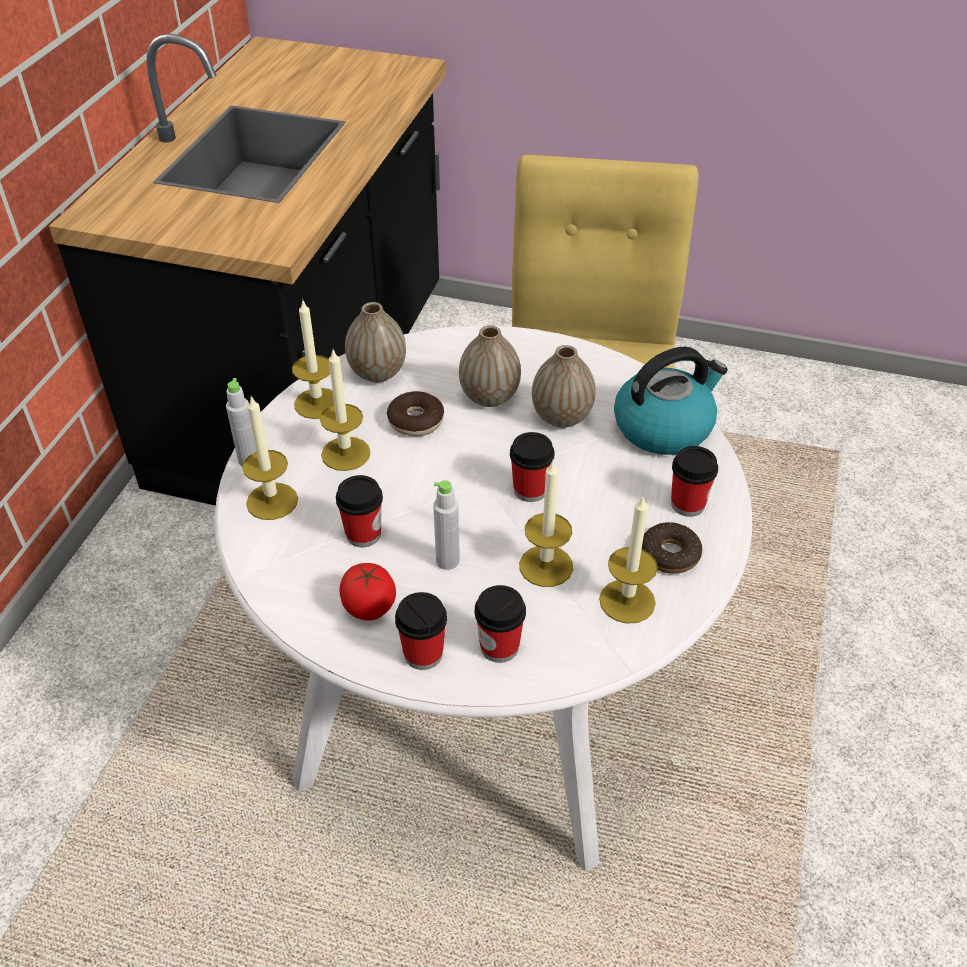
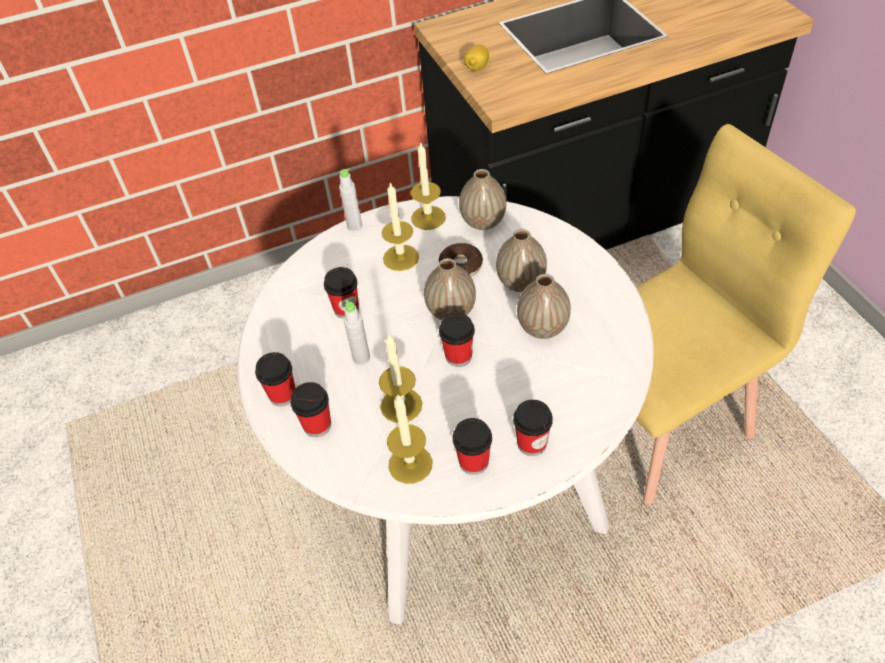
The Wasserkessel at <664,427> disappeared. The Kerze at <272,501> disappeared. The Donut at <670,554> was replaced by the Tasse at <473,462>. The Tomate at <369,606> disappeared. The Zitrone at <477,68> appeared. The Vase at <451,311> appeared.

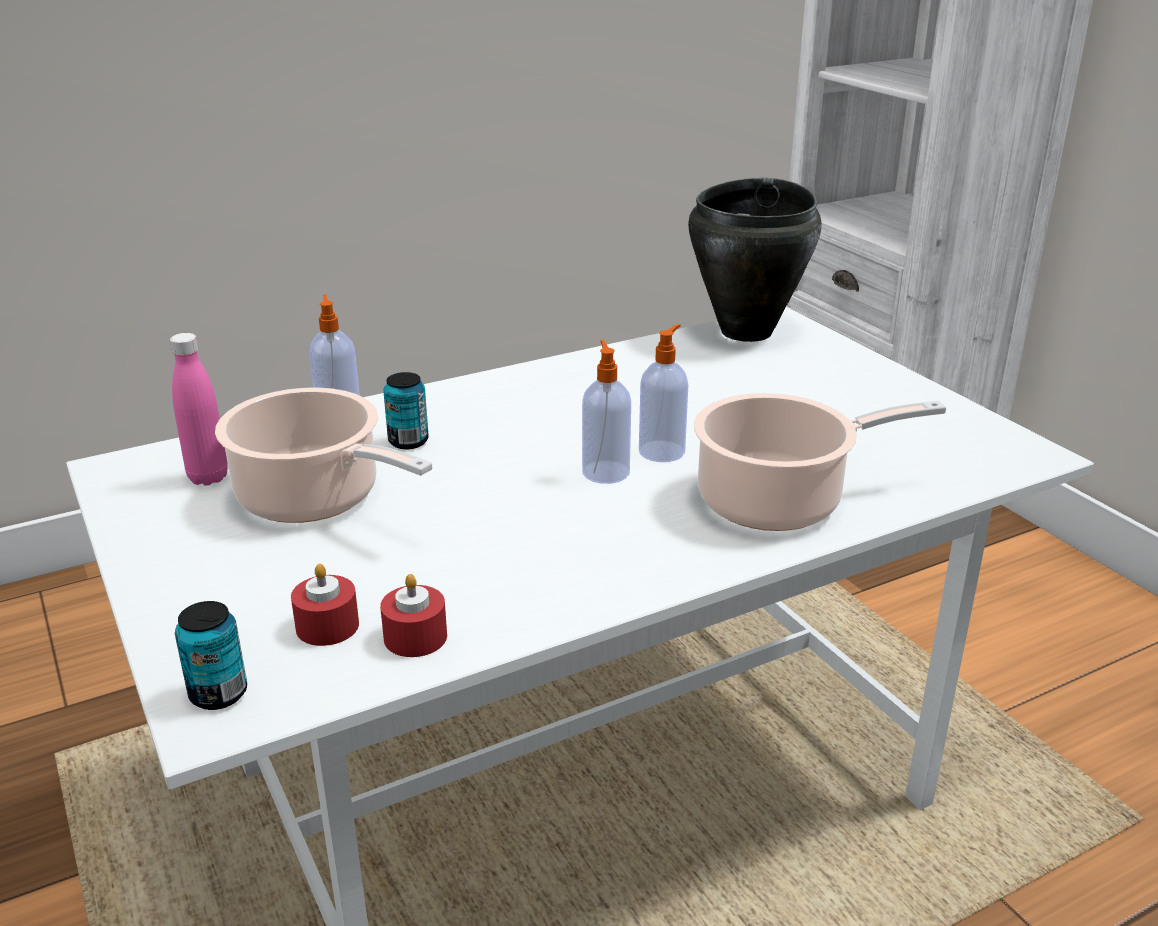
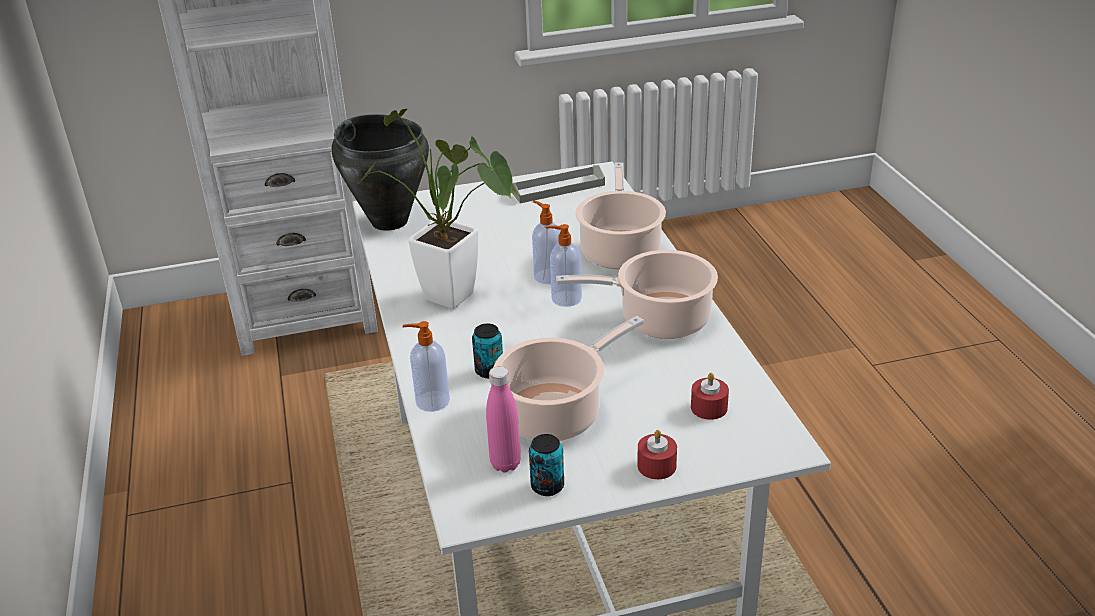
The Kerze [rot] moved from <415,637> to <656,466>. The Dose moved from <218,694> to <547,486>. The Topfpflanze at <458,300> appeared. The Tablett [grau] at <557,188> appeared. The Kochtopf at <659,319> appeared.

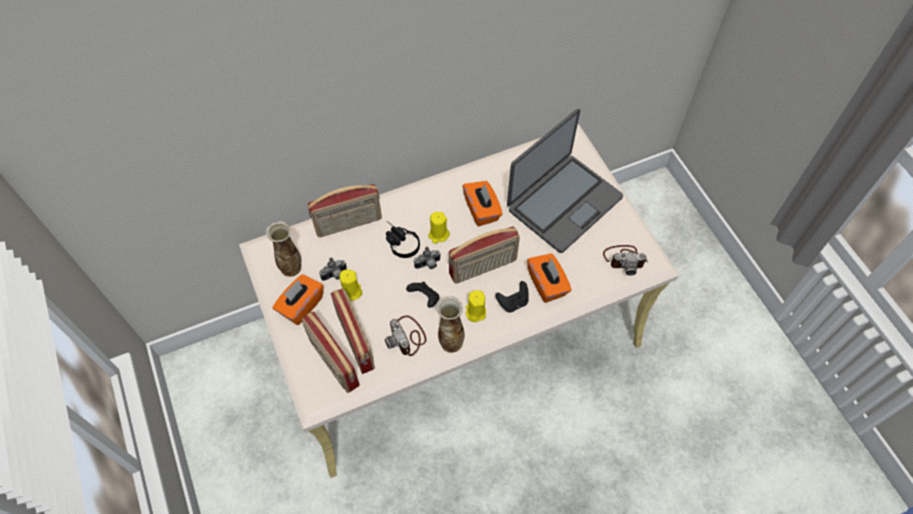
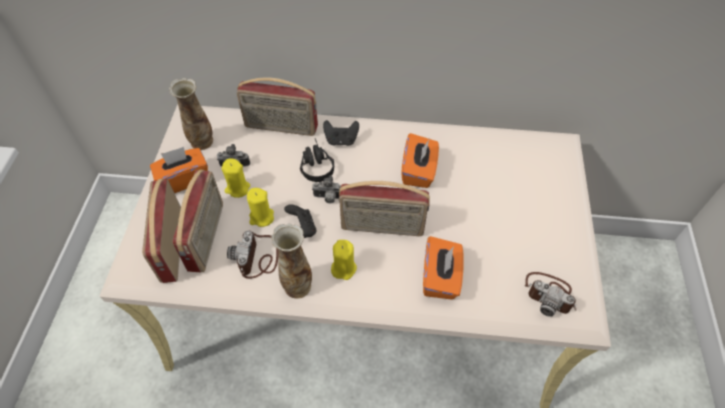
The Laptop at <563,203> disappeared. The Kerze [gelb] moved from <438,235> to <261,217>. The Gamepad [schwarz] moved from <513,302> to <341,140>.

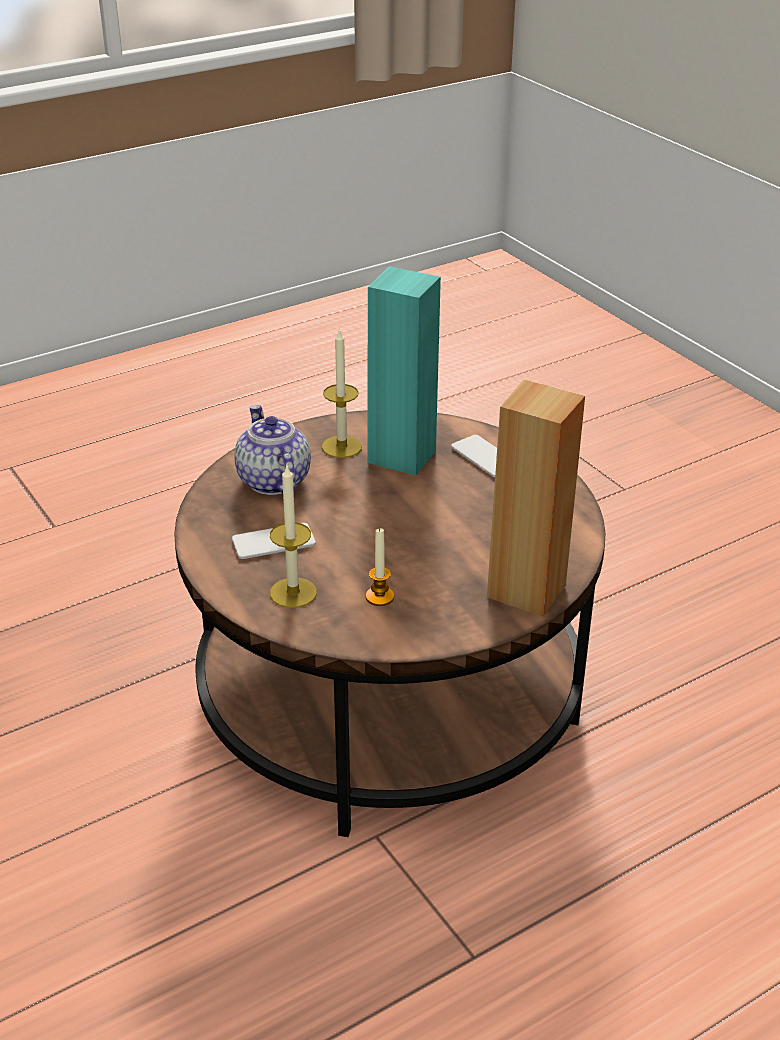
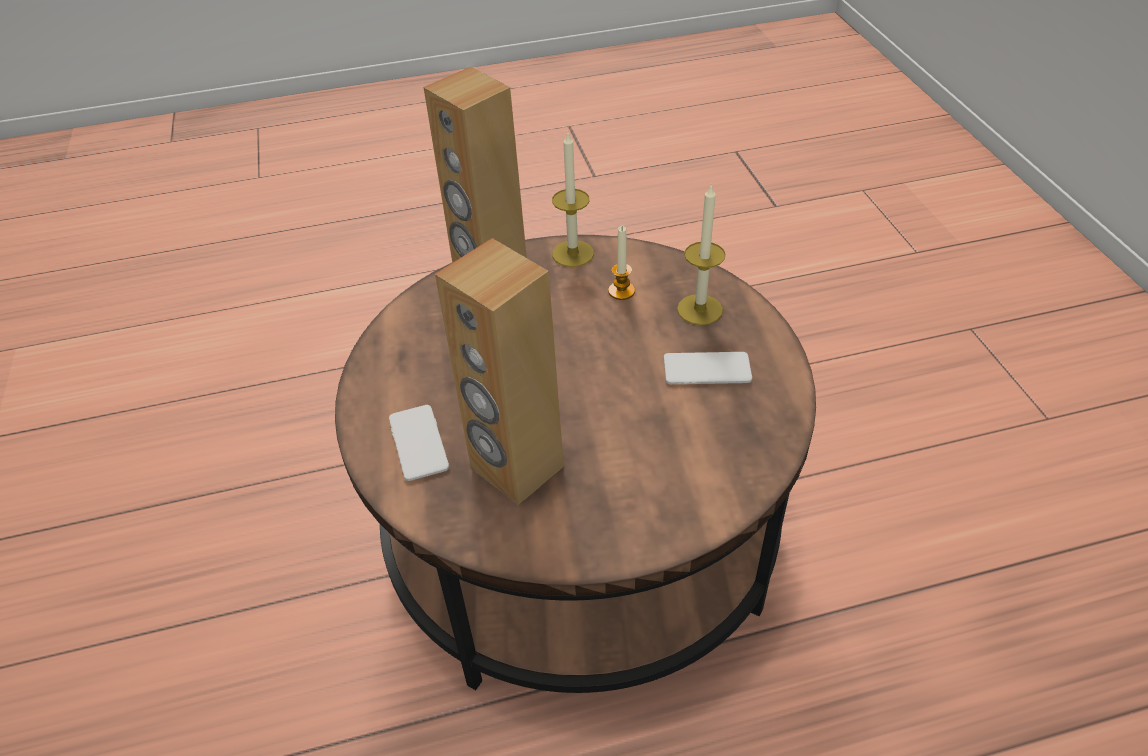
The Lautsprecher [türkis] at <402,456> became the Lautsprecher [braun] at <516,468>. The Kerze moved from <342,447> to <573,253>. The Teekanne at <272,481> disappeared.

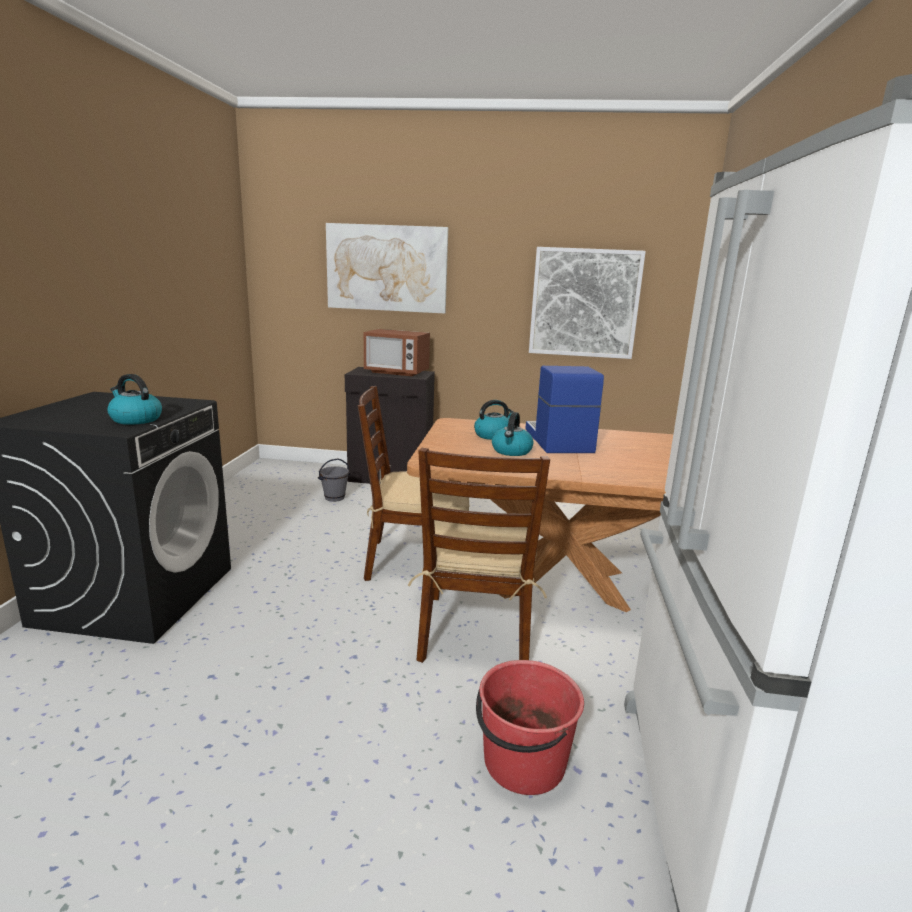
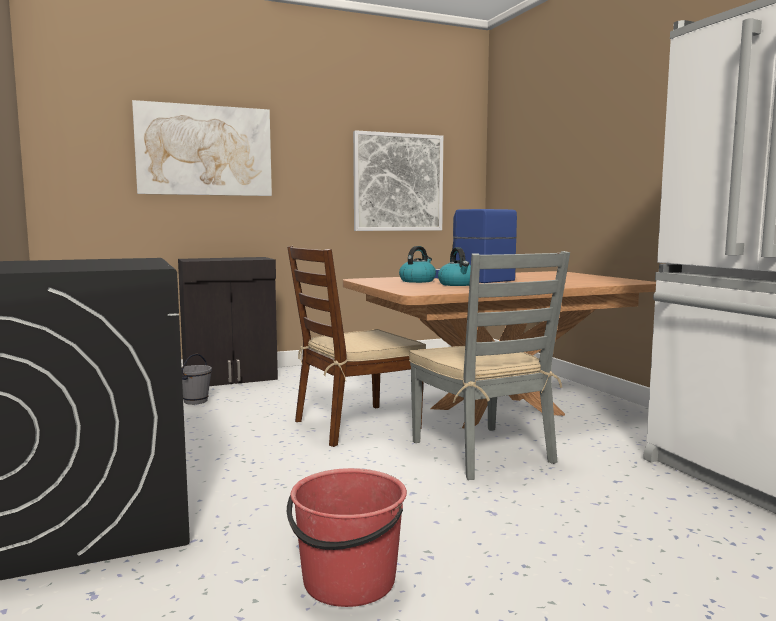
The Mikrowelle at <396,372> disappeared. The Wasserkessel at <135,419> disappeared. The Stuhl [braun] at <476,632> became the Stuhl [grau] at <482,452>. The Eimer [rot] moved from <523,763> to <348,582>.

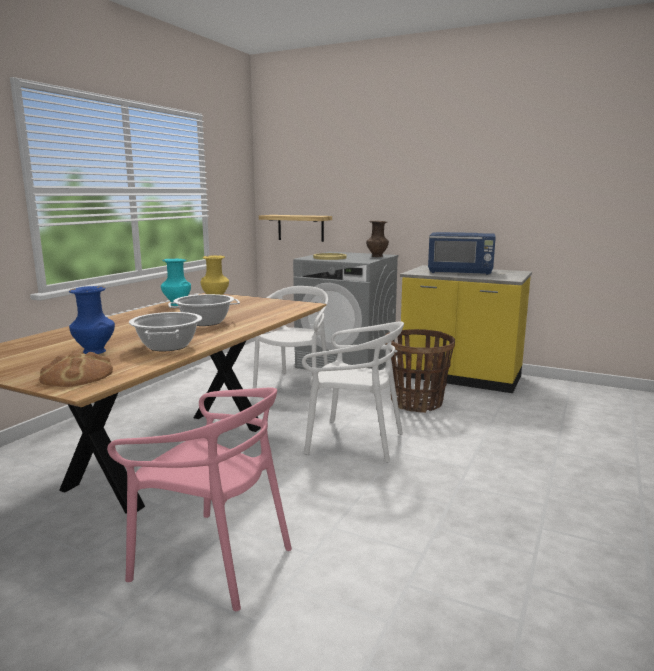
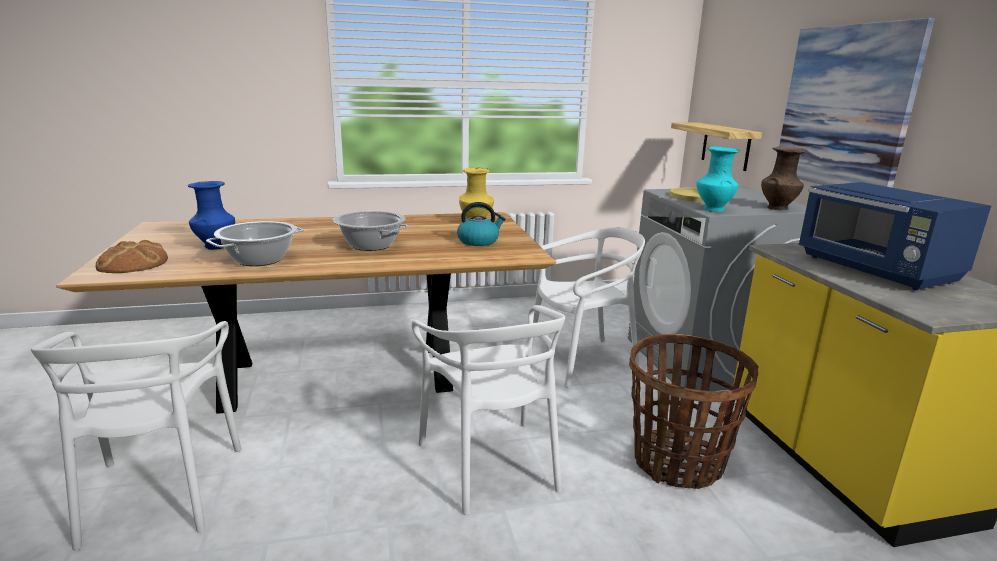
The Vase [türkis] moved from <176,304> to <713,209>. The Stuhl [rosa] at <213,560> became the Stuhl [weiß] at <160,492>. The Bild at <844,108> appeared. The Wasserkessel at <479,241> appeared.

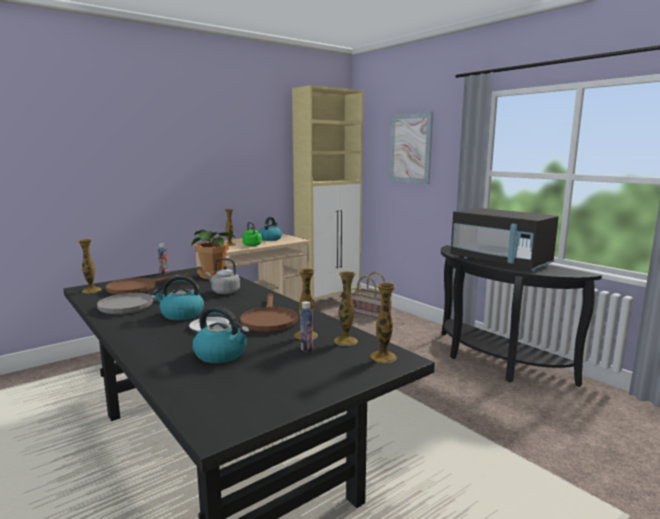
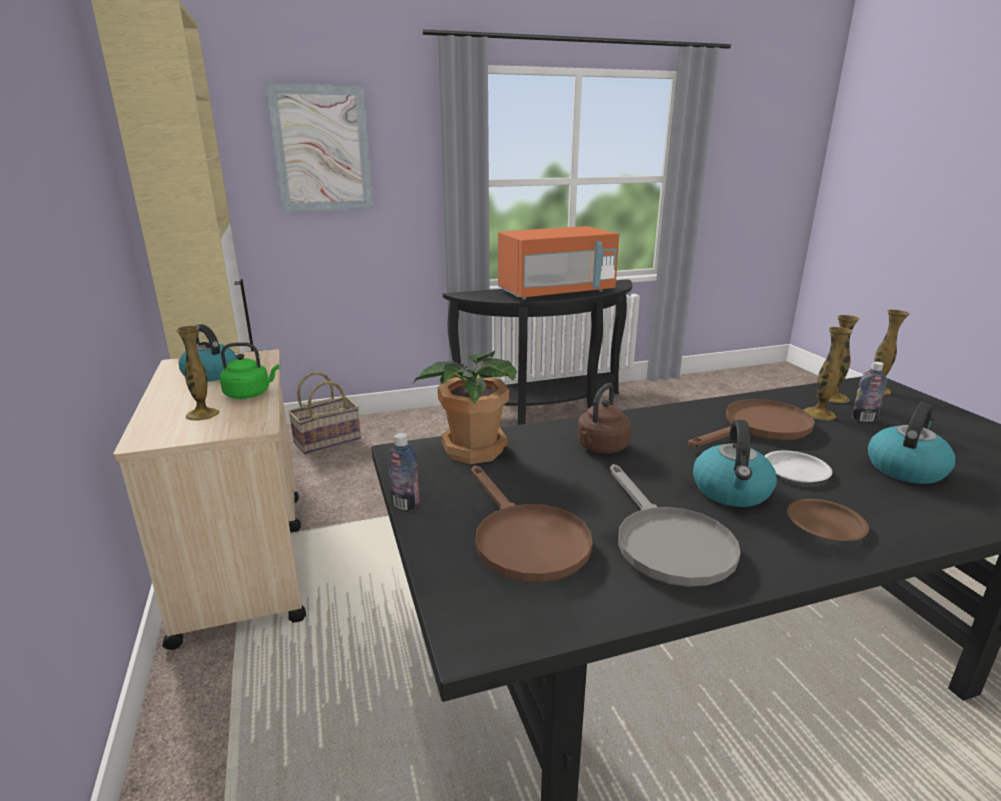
The Mikrowelle [schwarz] at <500,262> became the Mikrowelle [orange] at <556,293>. The Vase at <91,290> disappeared. The Wasserkessel [grau] at <224,292> became the Wasserkessel [braun] at <601,448>. The Pfanne [braun] at <268,320> turned 45 degrees counterclockwise. The Teller [braun] at <826,525> appeared.

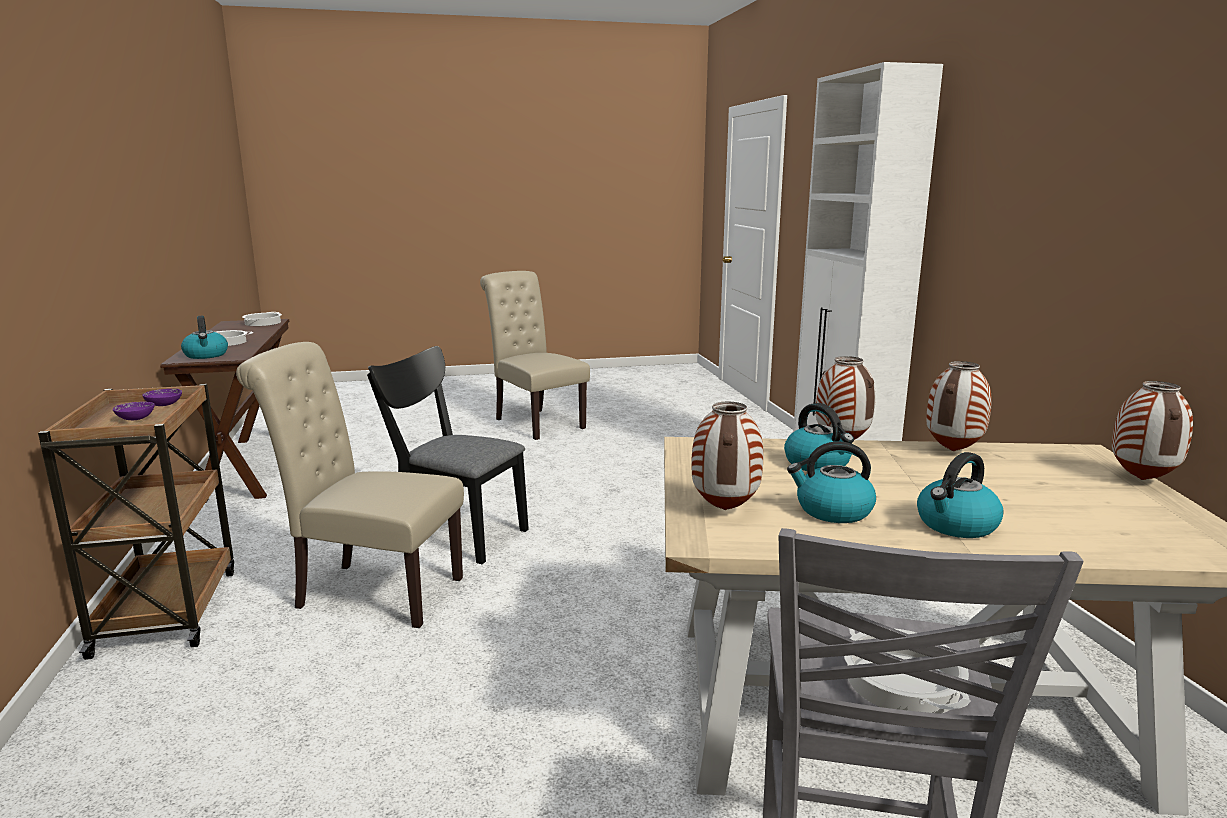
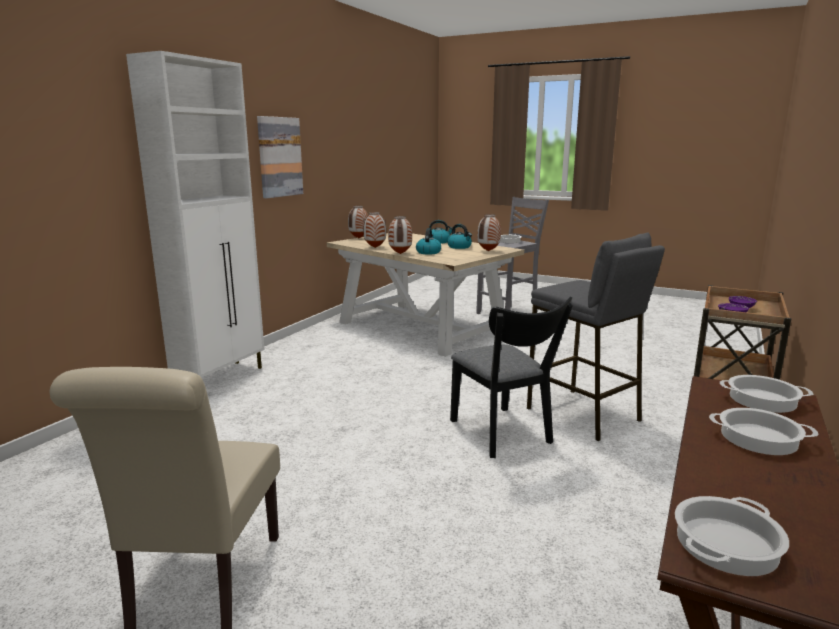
The Wasserkessel at <206,355> was replaced by the Kochtopf at <762,400>. The Stuhl [beige] at <370,592> was replaced by the Hocker [grau] at <583,414>. The Bild at <279,157> appeared.

